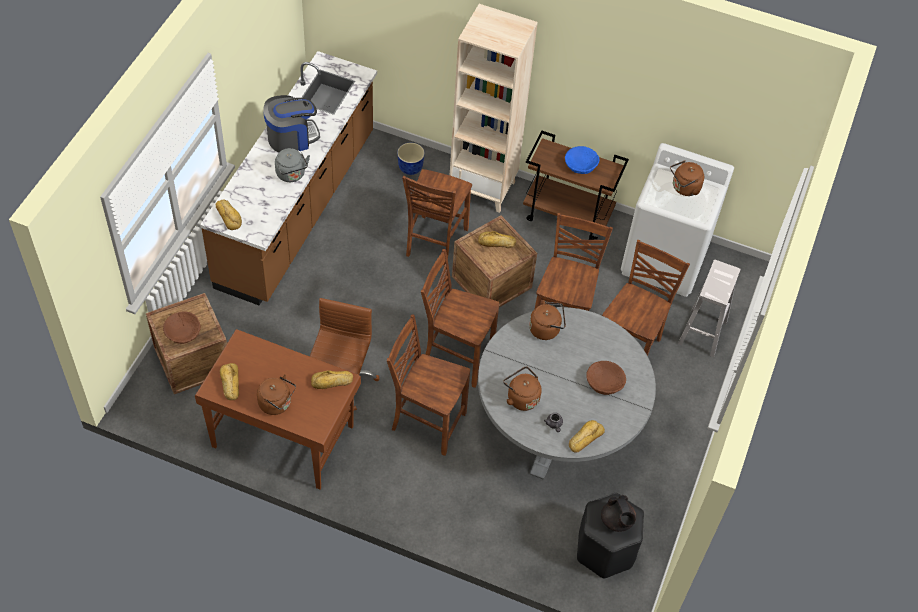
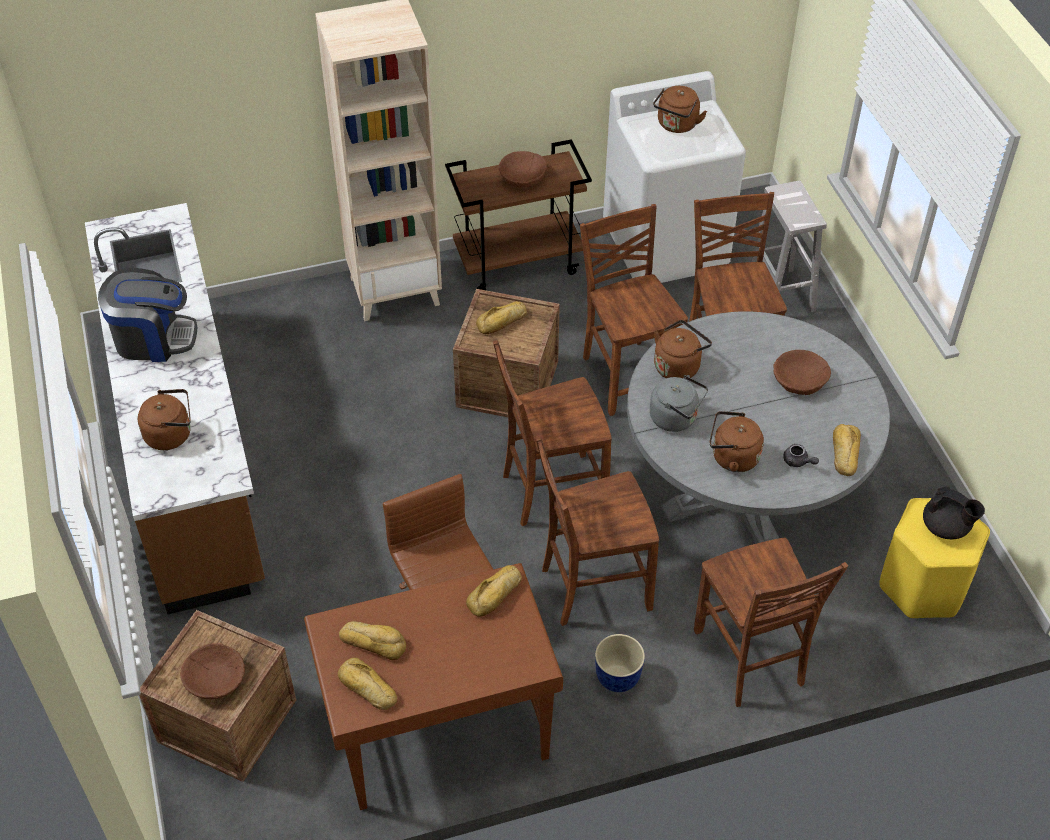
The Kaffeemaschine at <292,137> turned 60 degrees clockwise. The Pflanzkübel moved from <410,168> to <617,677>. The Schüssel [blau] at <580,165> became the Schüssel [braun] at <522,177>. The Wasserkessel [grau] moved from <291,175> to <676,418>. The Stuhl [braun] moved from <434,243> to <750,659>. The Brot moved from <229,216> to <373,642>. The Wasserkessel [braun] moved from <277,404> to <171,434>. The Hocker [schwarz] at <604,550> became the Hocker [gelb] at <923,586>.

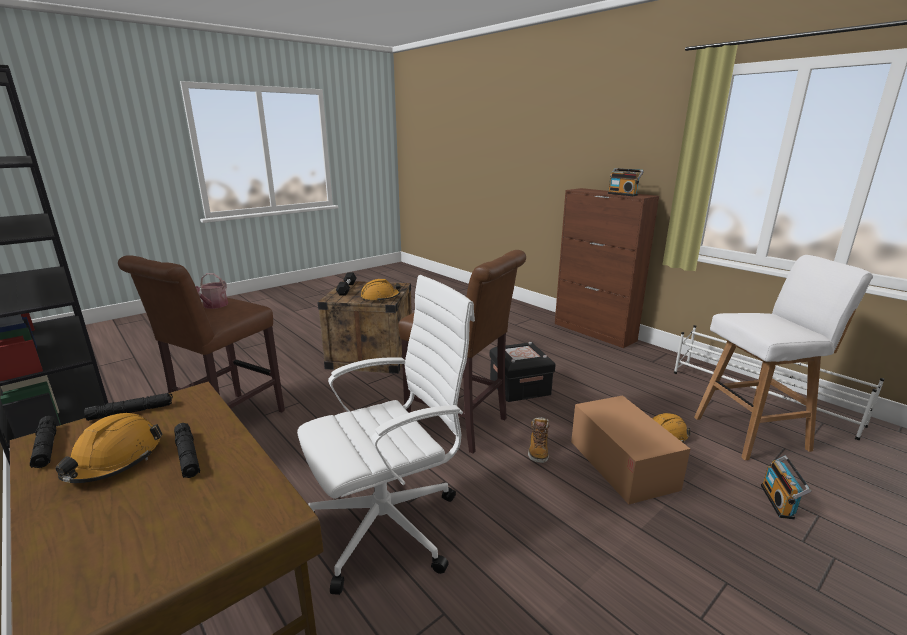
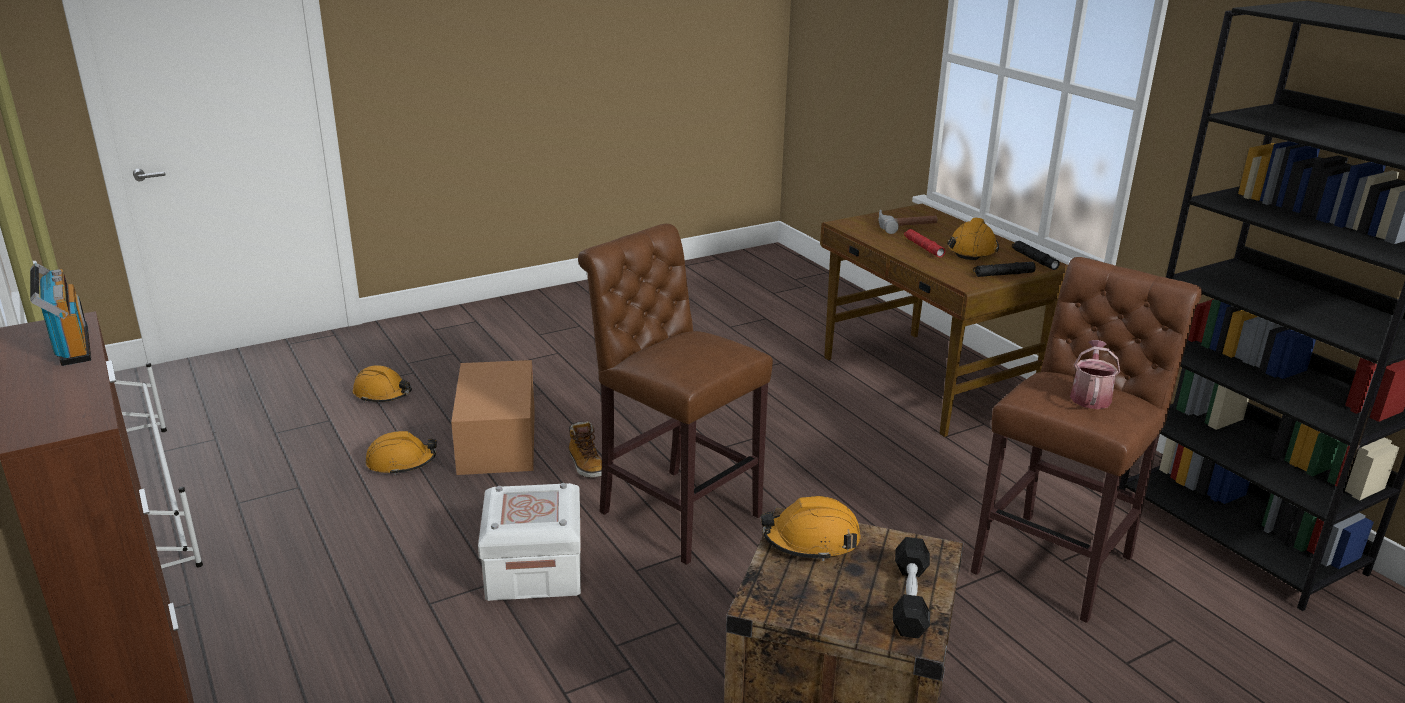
The Hocker [weiß] at <753,433> disappeared. The Bürostuhl [weiß] at <389,525> disappeared. The Aufbewahrungsbox [schwarz] at <519,387> became the Aufbewahrungsbox [weiß] at <534,570>. The Stiefel at <538,450> turned 135 degrees clockwise. The Taschenlampe [schwarz] at <187,456> became the Taschenlampe [rot] at <923,247>. The Radio at <779,502> was replaced by the Schutzhelm [orange] at <382,394>. The Hammer at <904,225> appeared.

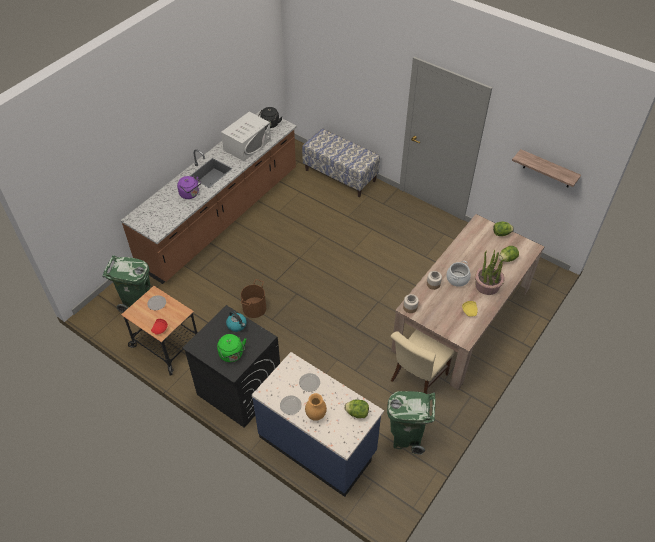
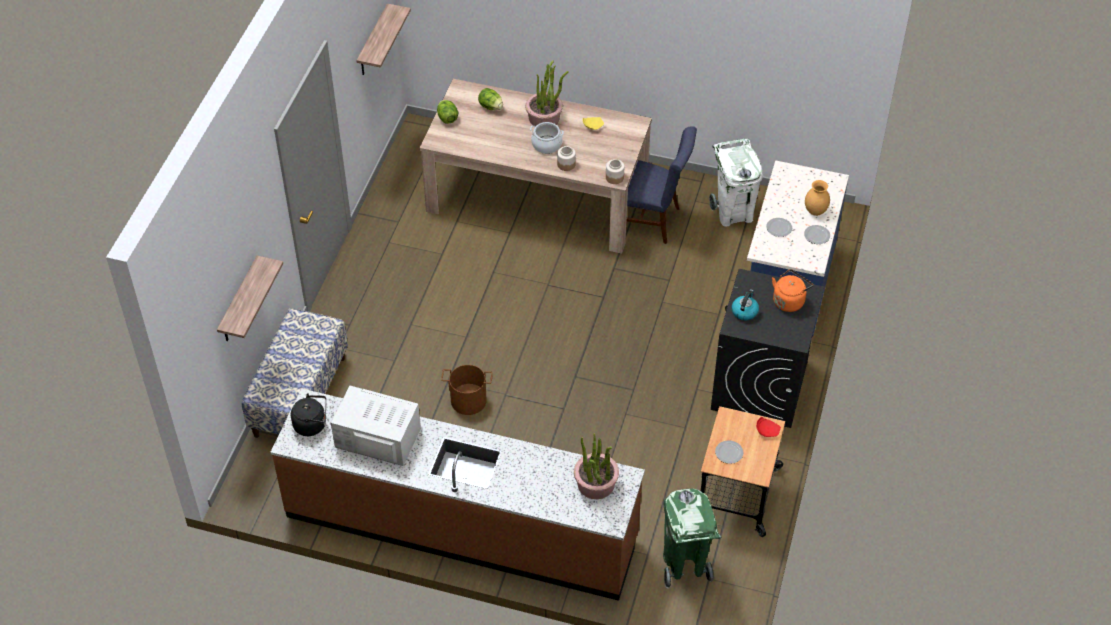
The Wasserkessel [lila] at <190,194> disappeared. The Eimer [braun] moved from <254,308> to <468,400>. The Stuhl [beige] at <417,379> became the Stuhl [blau] at <651,220>. The Wasserkessel [grün] at <232,355> became the Wasserkessel [orange] at <789,300>. The Mülleimer [grün] at <406,437> became the Mülleimer [weiß] at <733,213>. The Salatkopf at <357,413> disappeared. The Wandregal at <239,302> appeared. The Topfpflanze at <596,484> appeared.

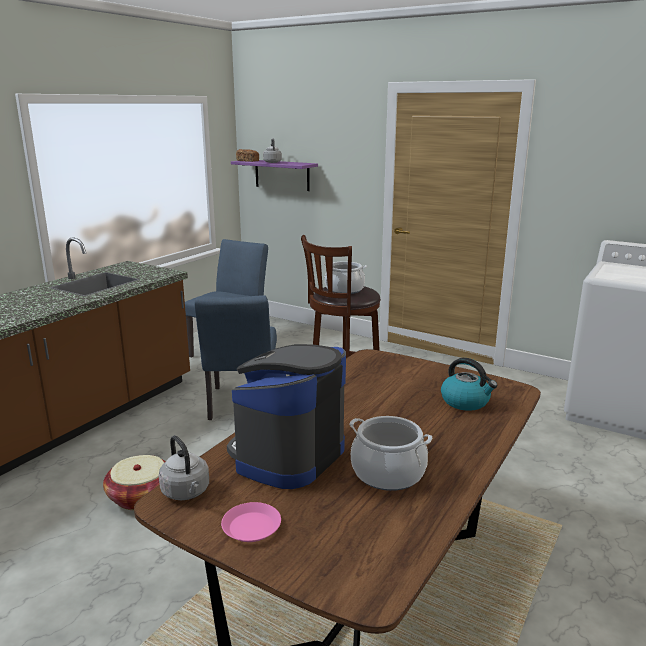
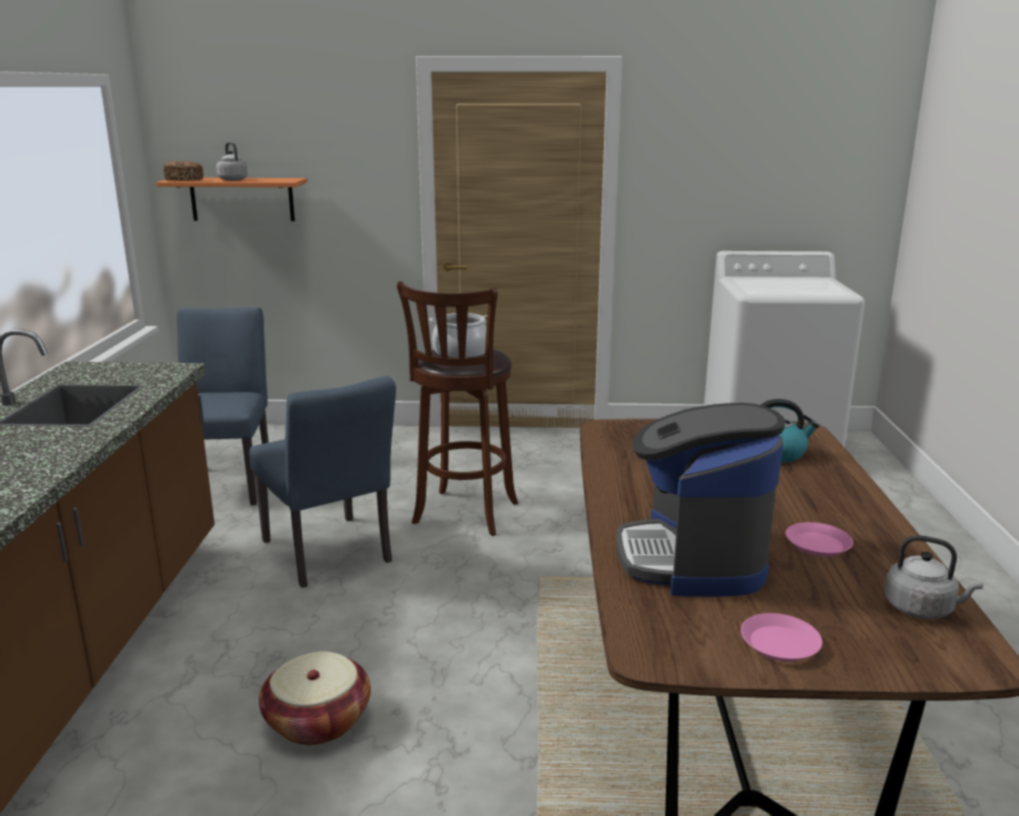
The Wandregal [lila] at <282,175> became the Wandregal [orange] at <242,199>. The Kochtopf at <388,473> was replaced by the Teller [rosa] at <818,545>. The Wasserkessel [grau] moved from <186,492> to <922,609>.

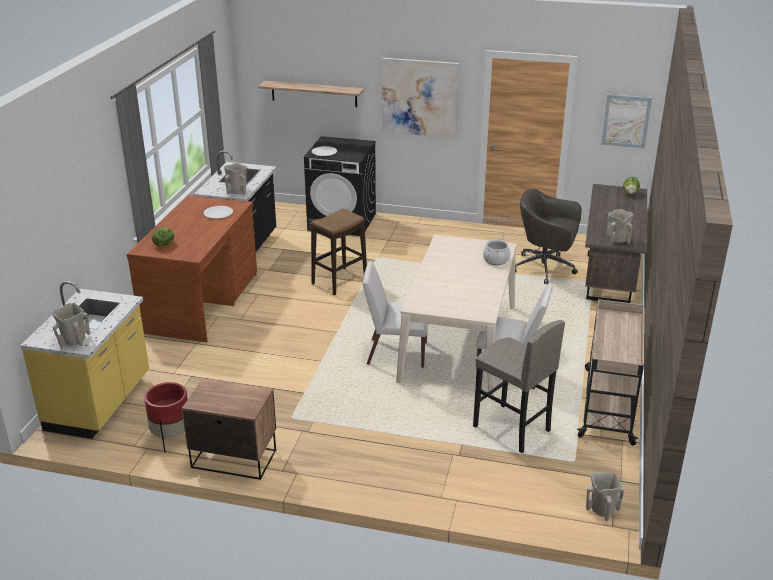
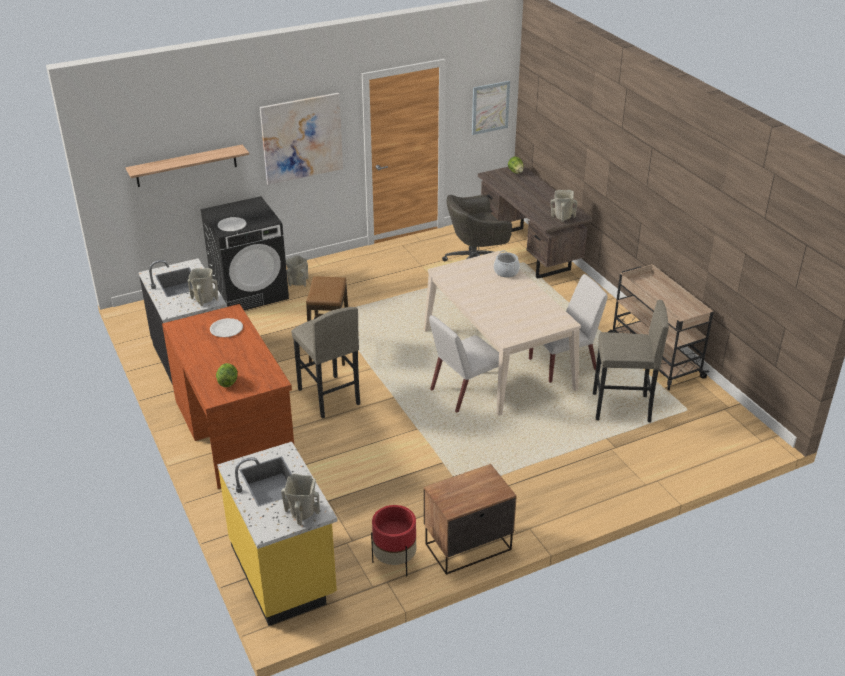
The Vase [beige] moved from <602,509> to <298,282>. The Hocker [grau] at <328,397> appeared.

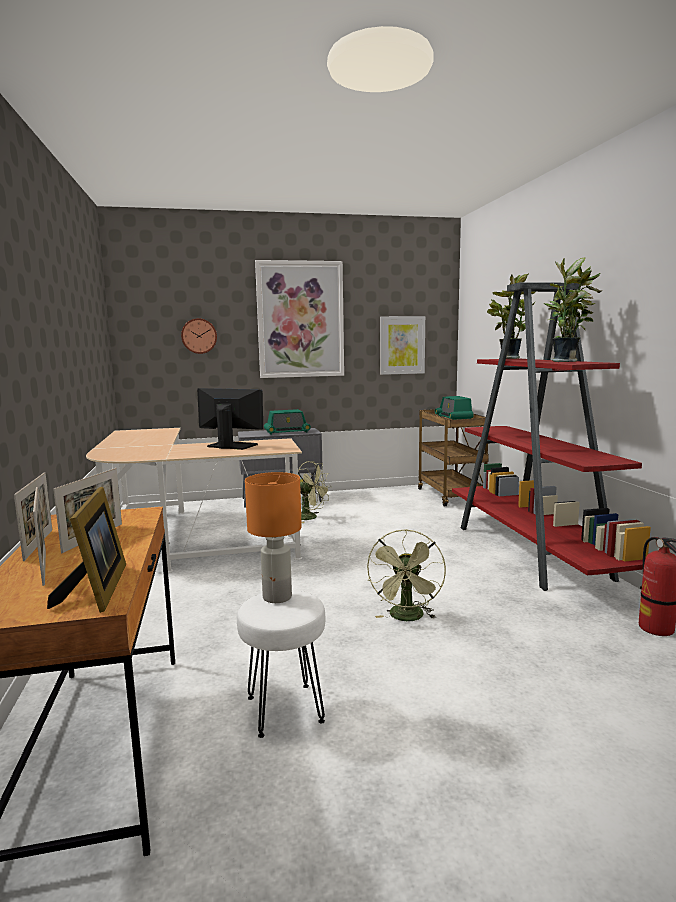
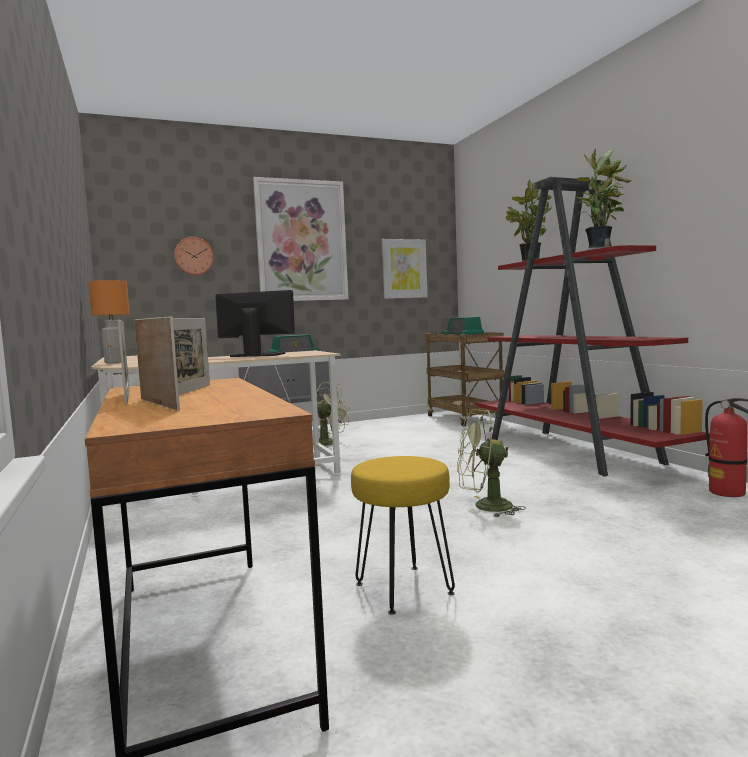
The Tischlampe [orange] moved from <277,597> to <115,362>. The Bilderrahmen at <98,590> disappeared. The Ventilator [grün] at <407,618> turned 90 degrees clockwise. The Hocker [weiß] at <286,709> became the Hocker [gelb] at <405,589>.

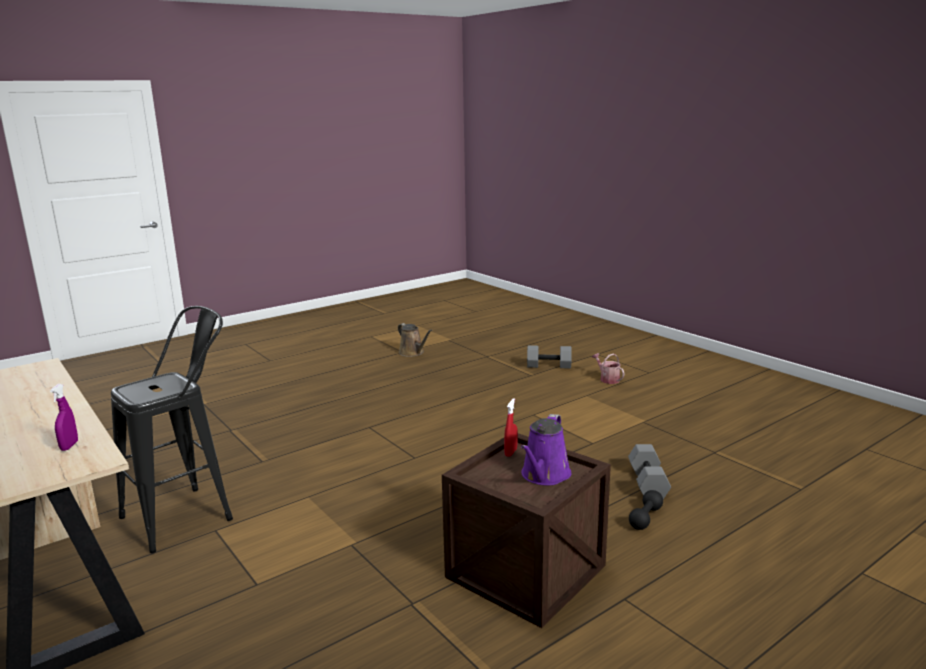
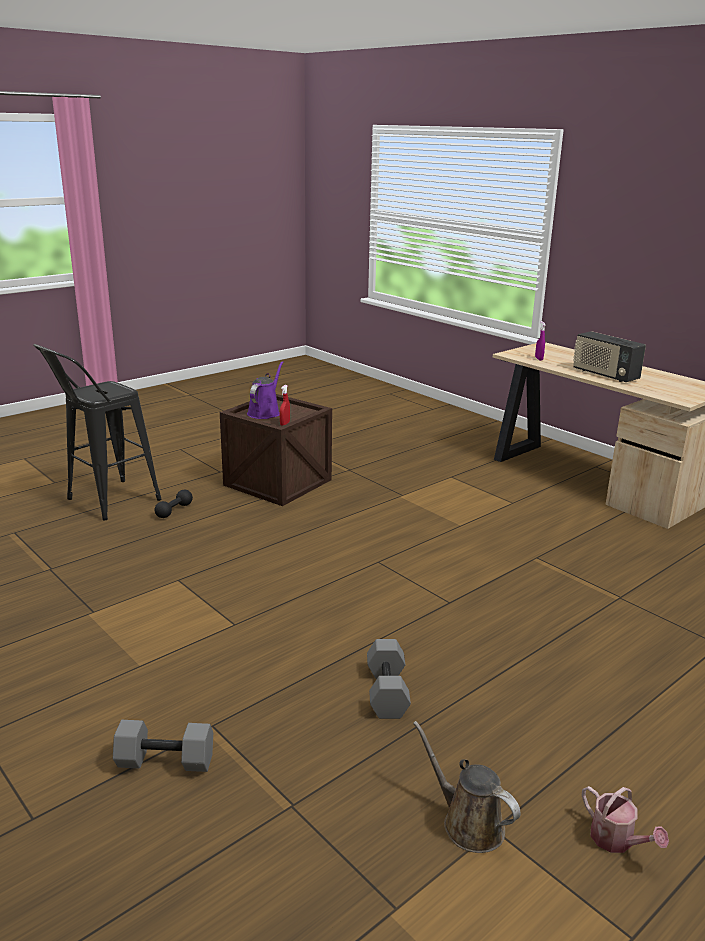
The Hocker [schwarz] moved from <188,514> to <105,502>. The Gießkanne moved from <607,379> to <617,841>. The Hantel [grau] moved from <646,483> to <388,692>. The Radio at <604,375> appeared.

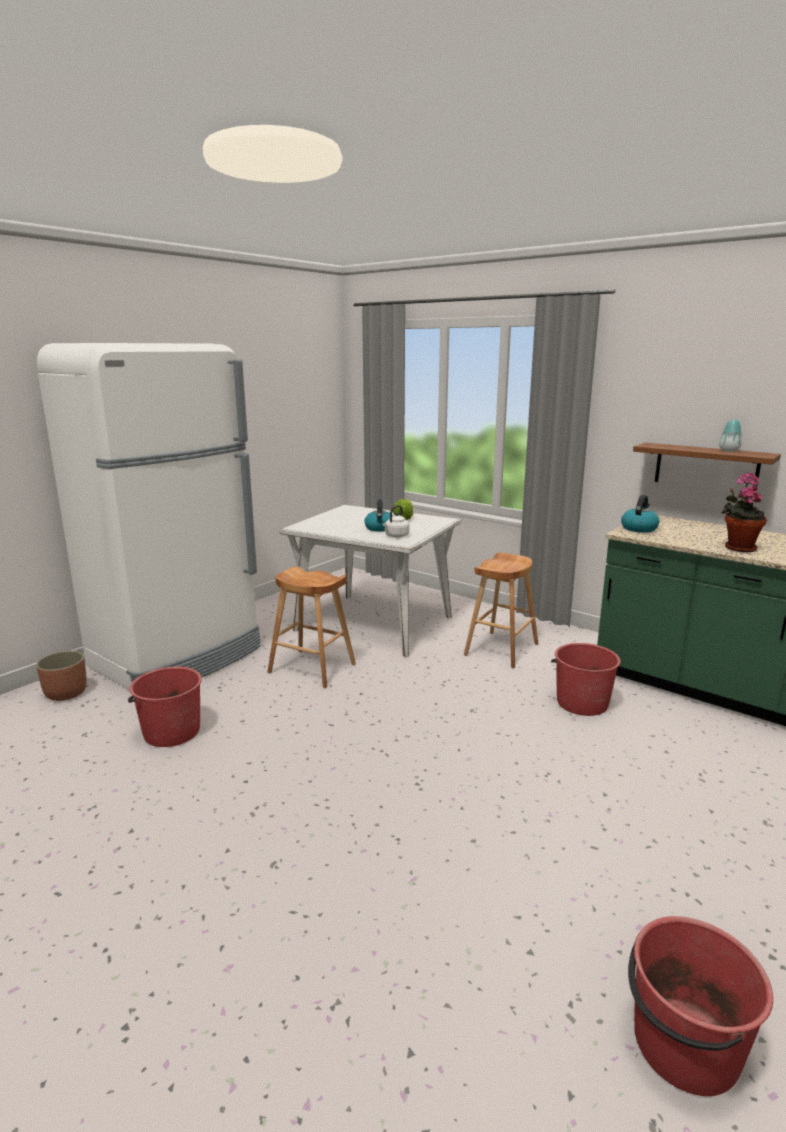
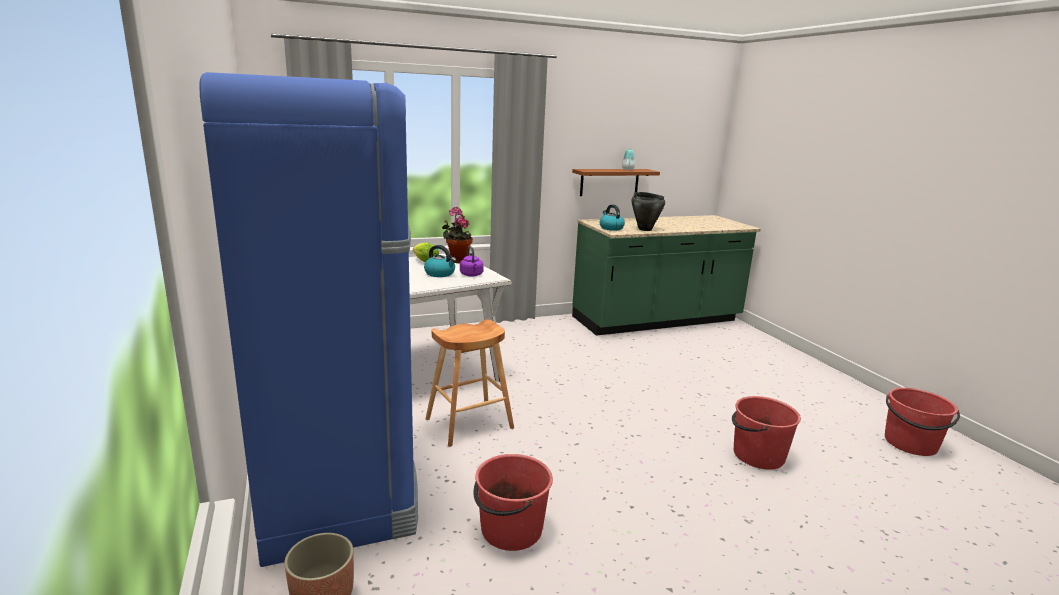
The Kühlschrank [weiß] at <178,657> became the Kühlschrank [blau] at <339,490>. The Topfpflanze moved from <738,547> to <457,260>. The Wasserkessel [weiß] at <396,536> became the Wasserkessel [lila] at <471,275>. The Hocker [braun] at <501,649> disappeared. The Eimer [rot] moved from <581,702> to <757,455>. The Kochtopf [schwarz] at <645,229> appeared.

